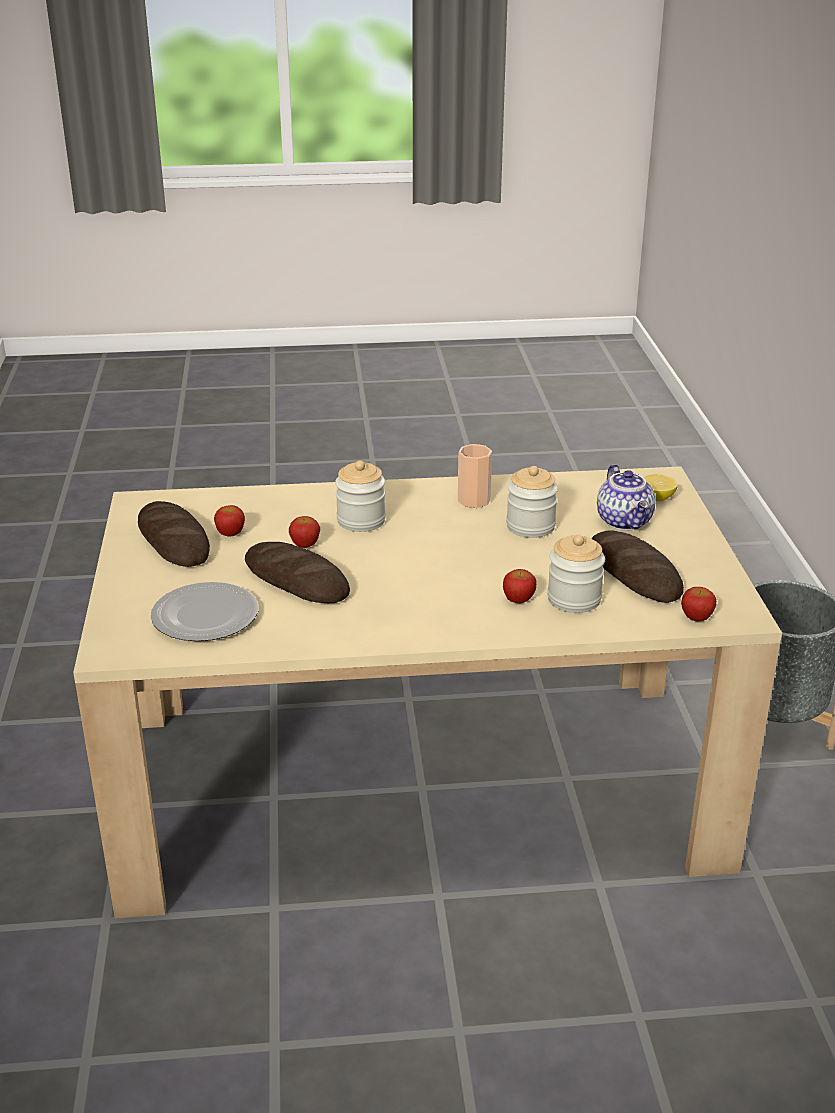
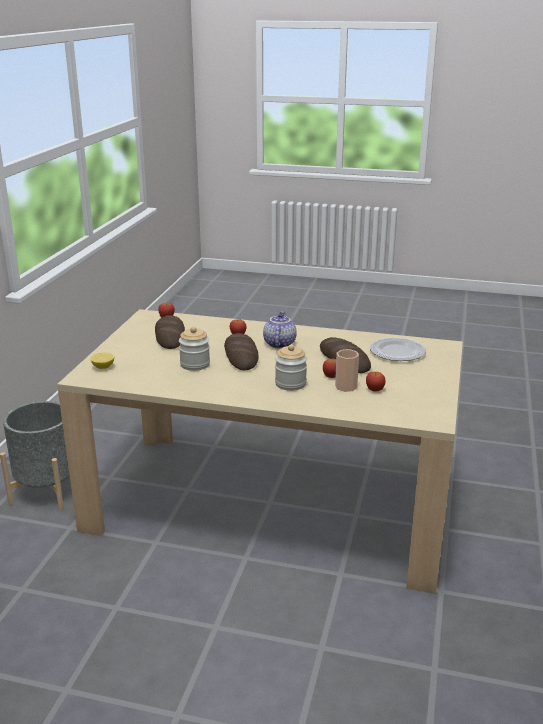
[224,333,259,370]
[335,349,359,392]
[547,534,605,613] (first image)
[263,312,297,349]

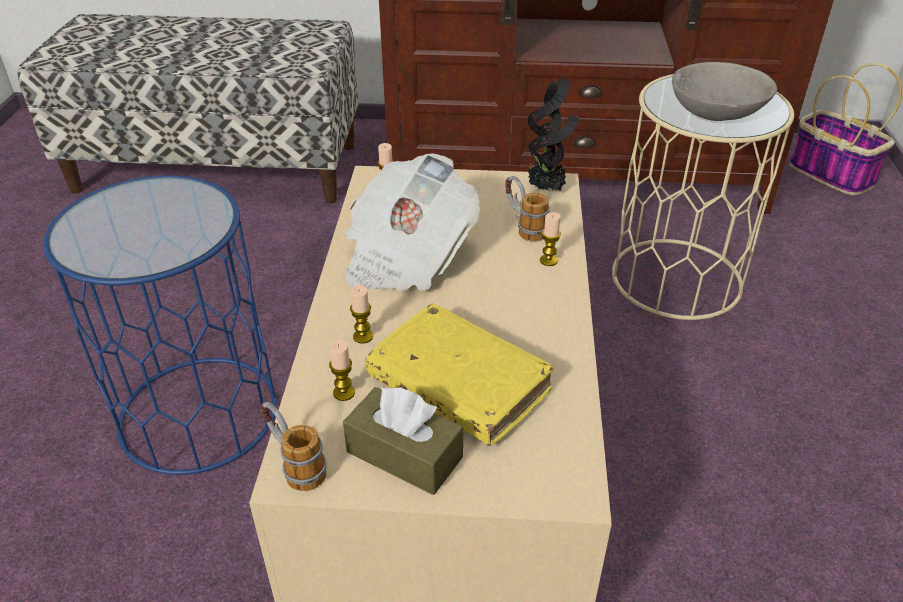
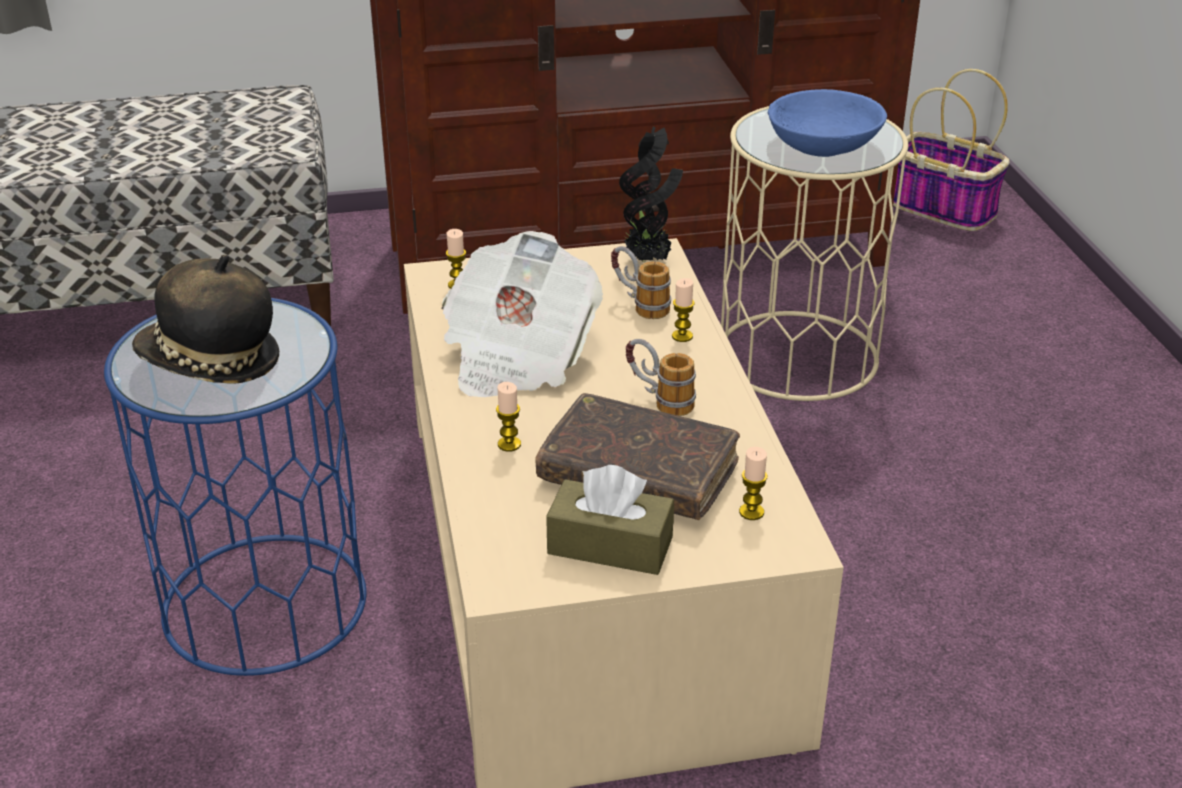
[626,339,696,416]
[739,447,768,520]
[535,393,740,520]
[768,89,887,157]
[132,255,279,384]

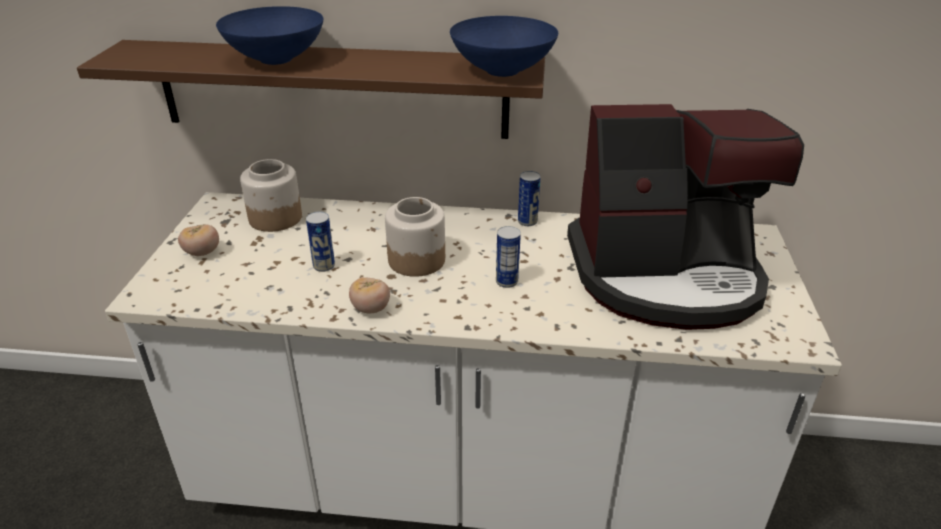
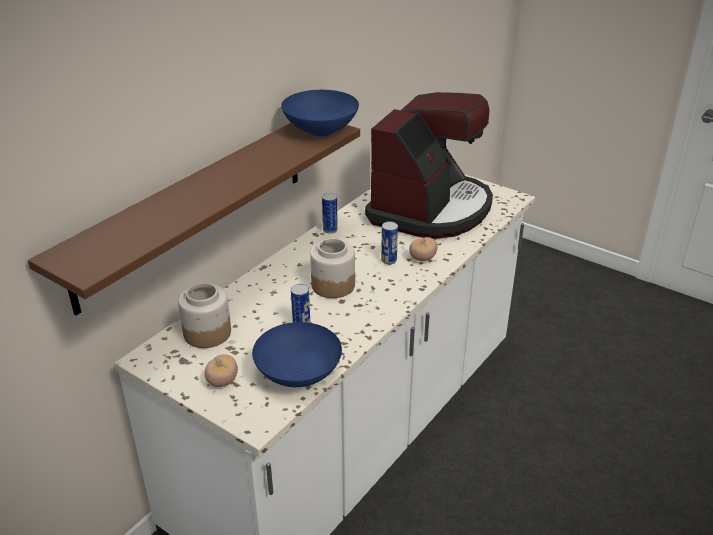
[252,322,342,387]
[409,237,437,261]

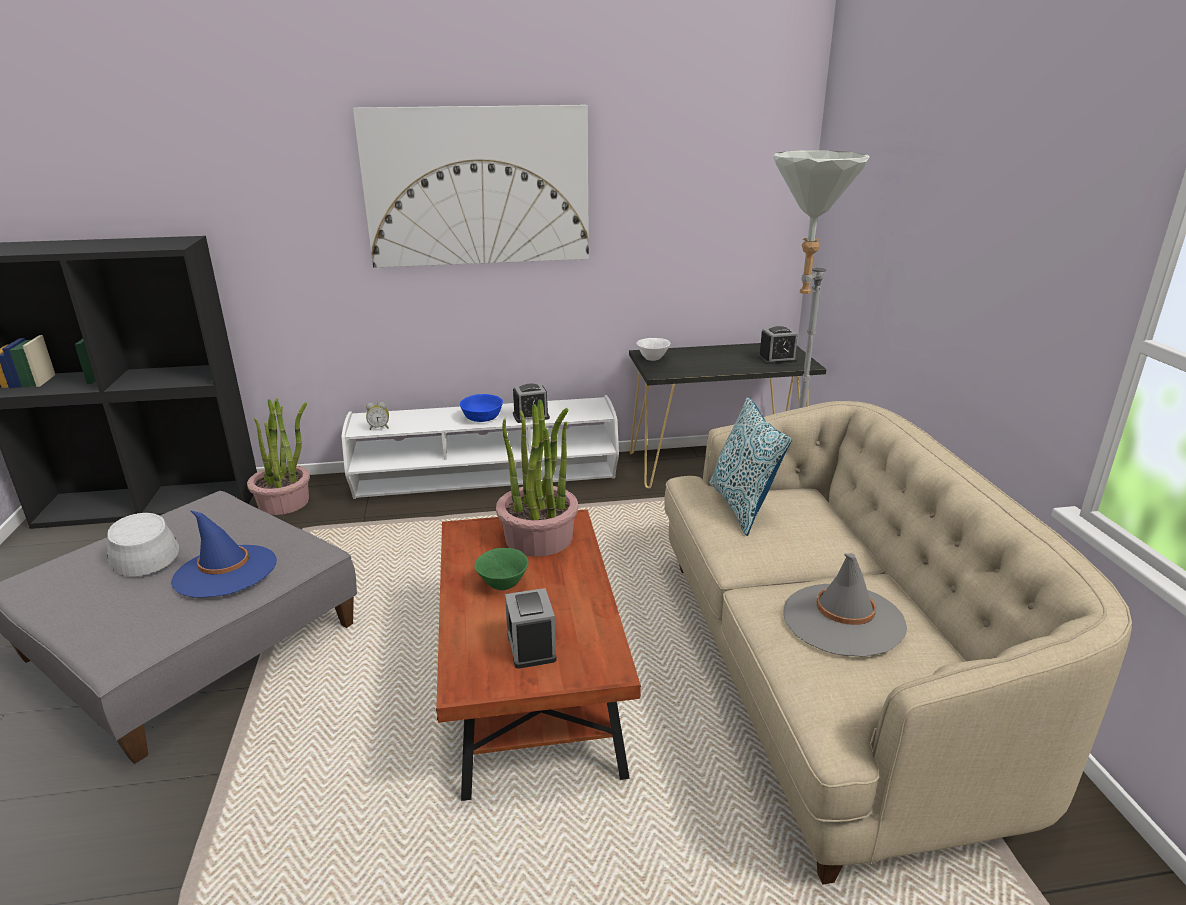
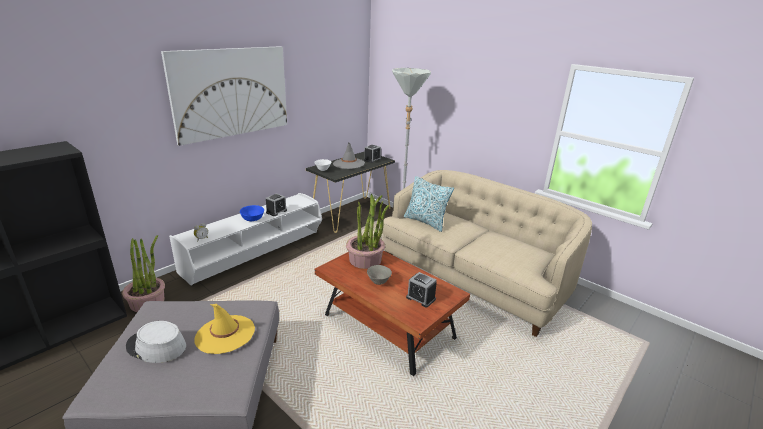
[194,304,255,354]
[367,265,392,285]
[333,142,365,169]

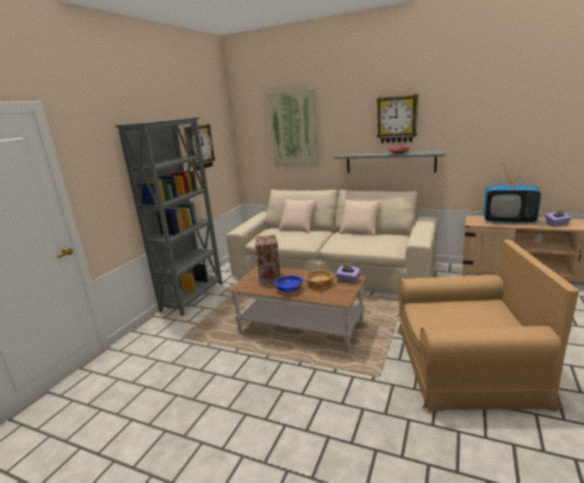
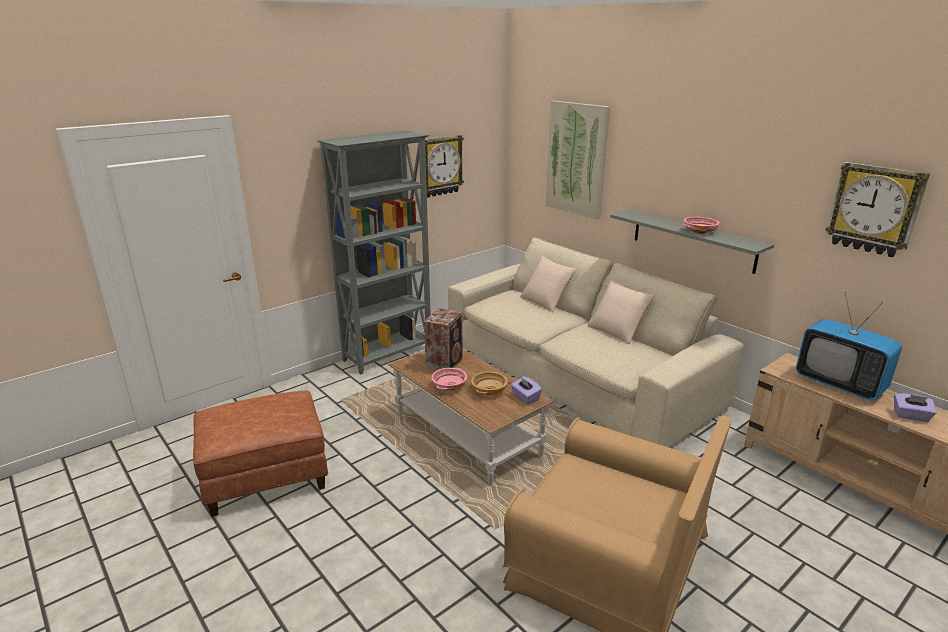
[431,368,467,391]
[826,162,930,257]
[193,390,328,517]

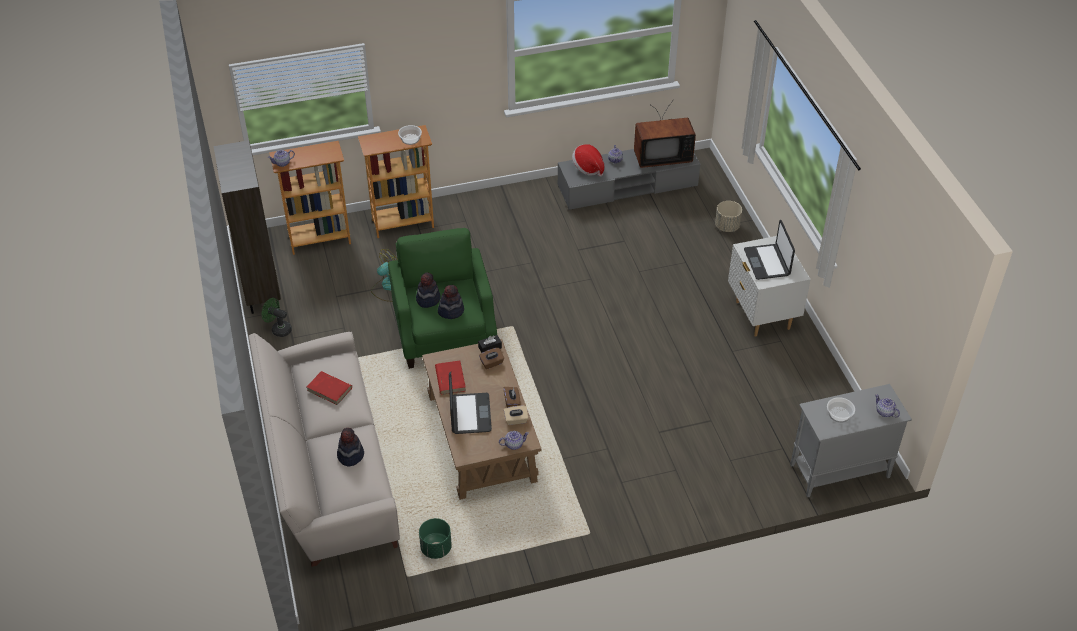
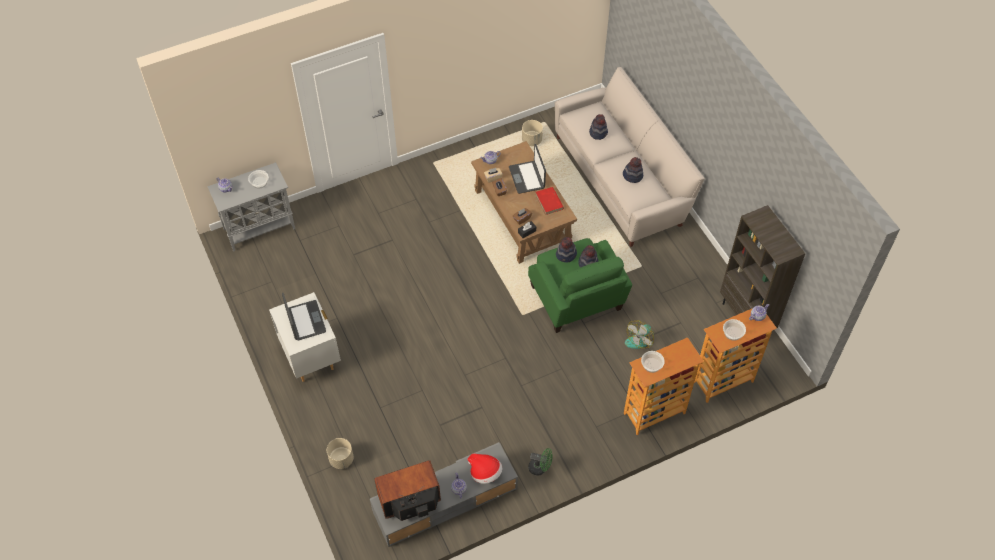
[528,448,553,475]
[623,157,643,183]
[522,120,543,146]
[723,319,746,341]

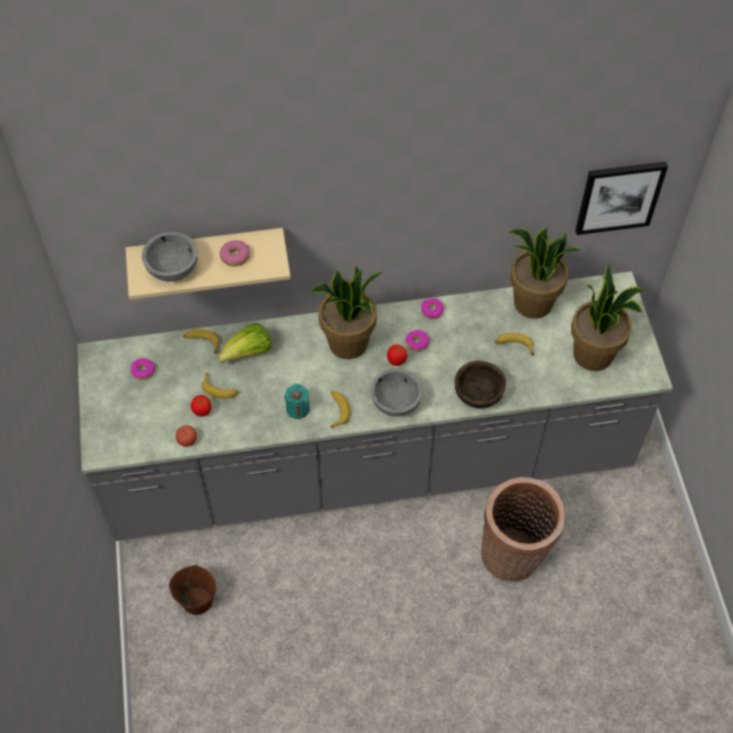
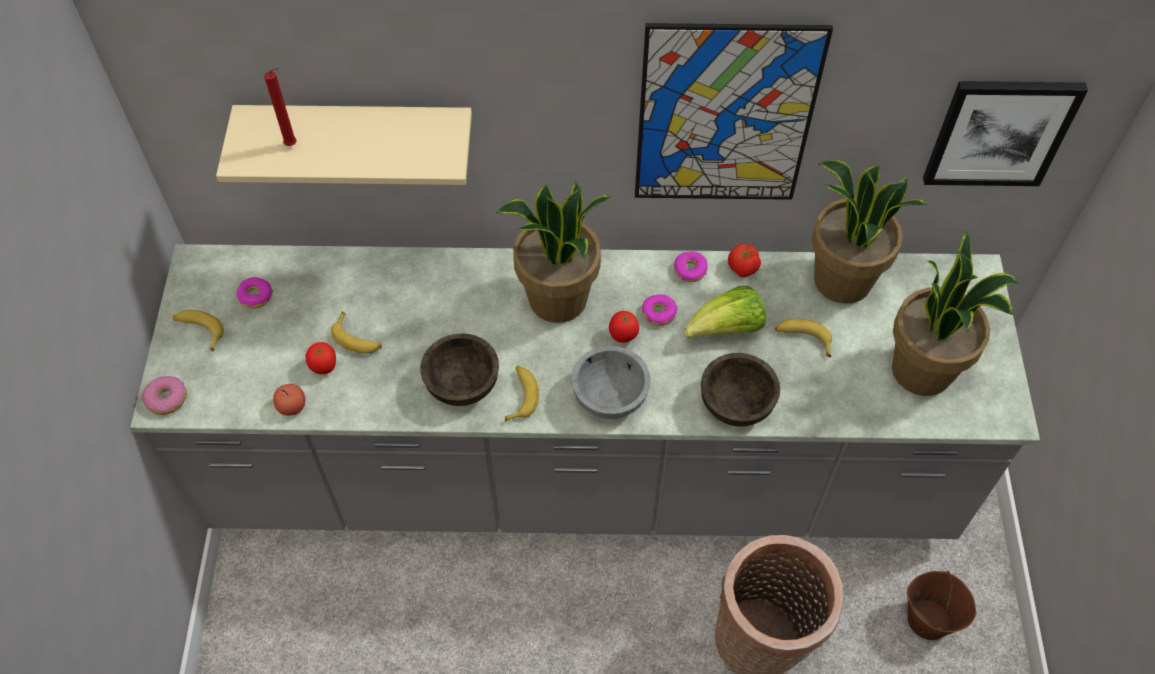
[264,68,297,146]
[907,571,976,640]
[173,310,224,352]
[684,285,766,338]
[142,376,187,415]
[420,333,499,406]
[635,23,833,200]
[728,243,761,277]

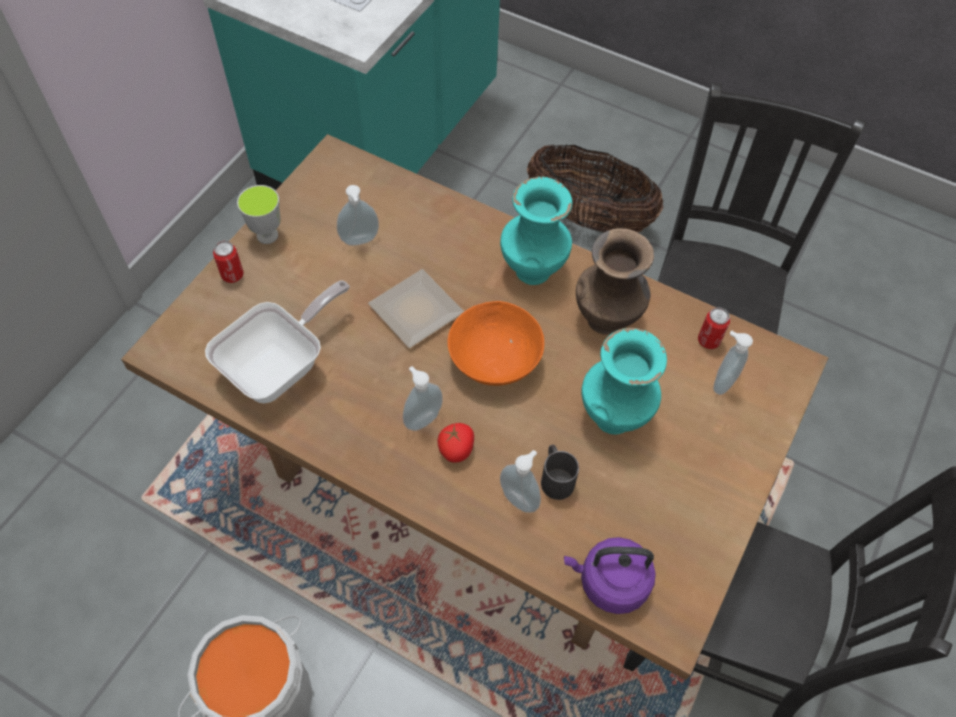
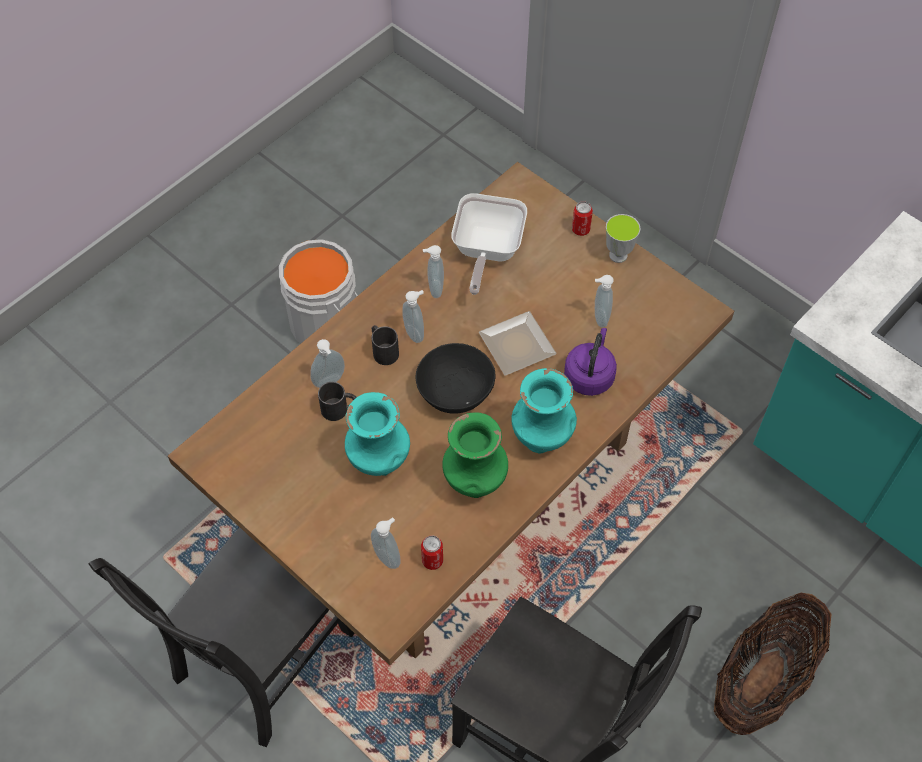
[451,193,527,295]
[372,325,399,365]
[416,343,496,414]
[564,328,617,396]
[442,412,508,498]
[423,245,444,298]

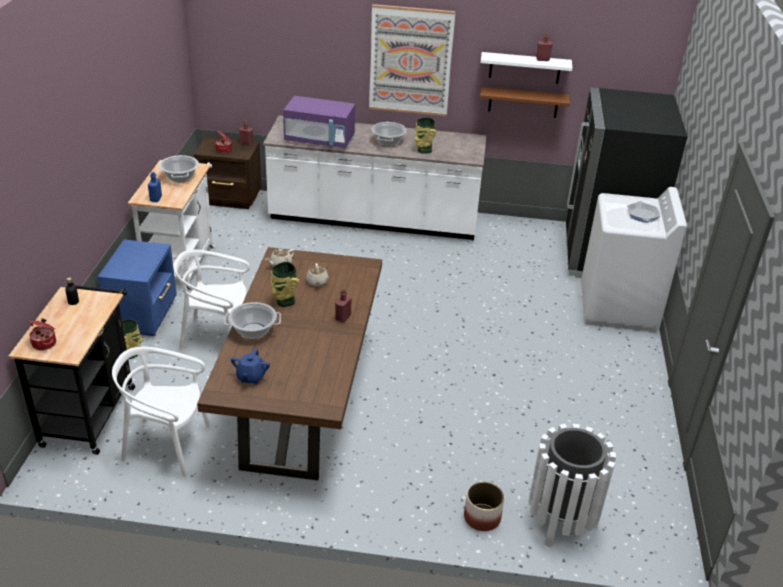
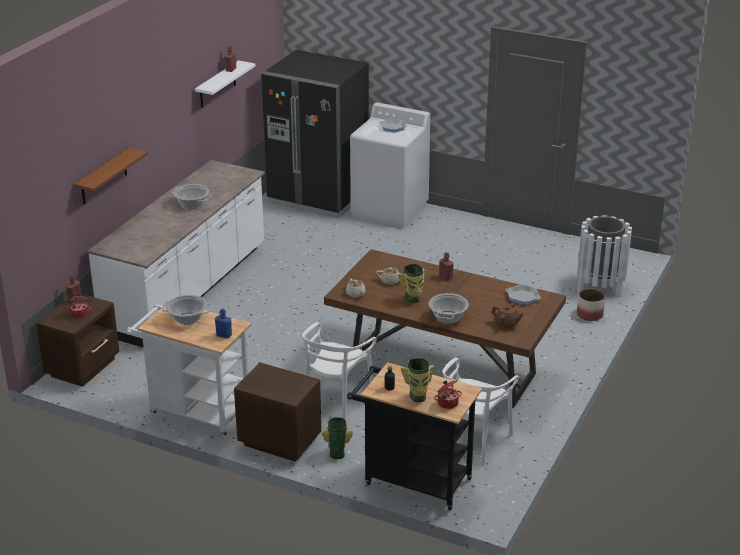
[234,362,321,461]
[491,303,524,330]
[283,96,355,148] (first image)
[369,4,455,116] (first image)
[401,358,434,402]
[74,147,148,204]
[506,284,541,305]

